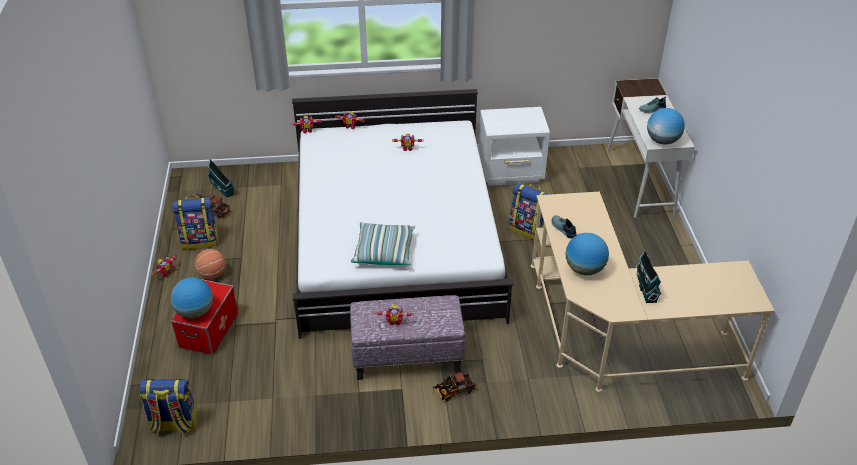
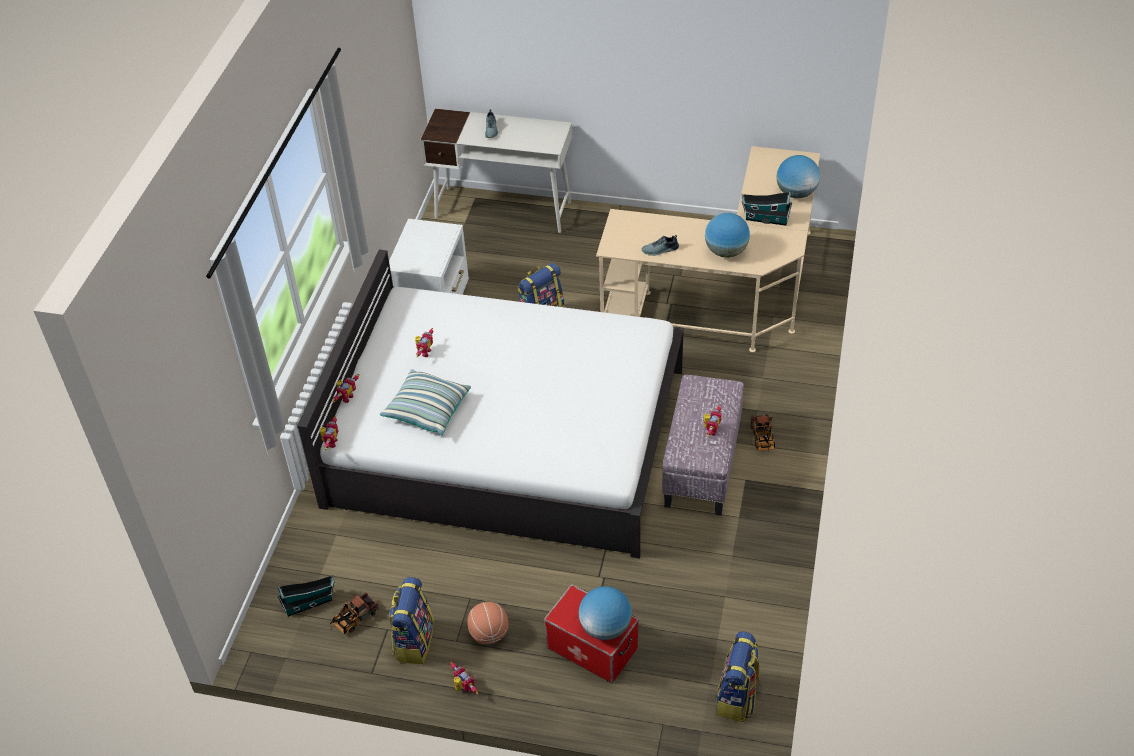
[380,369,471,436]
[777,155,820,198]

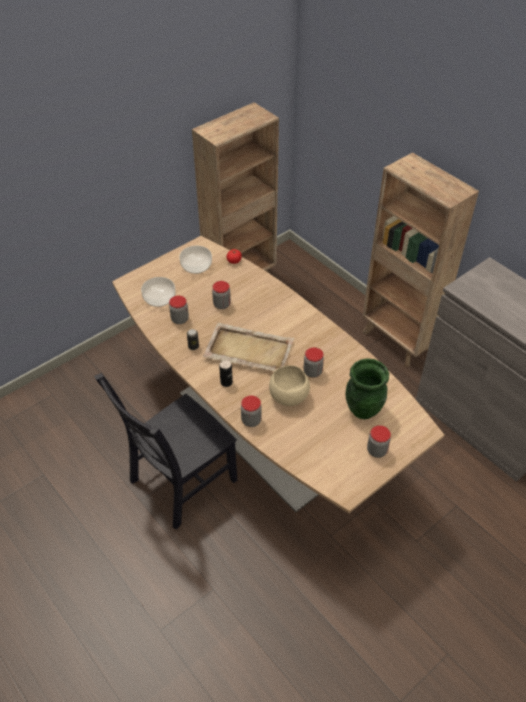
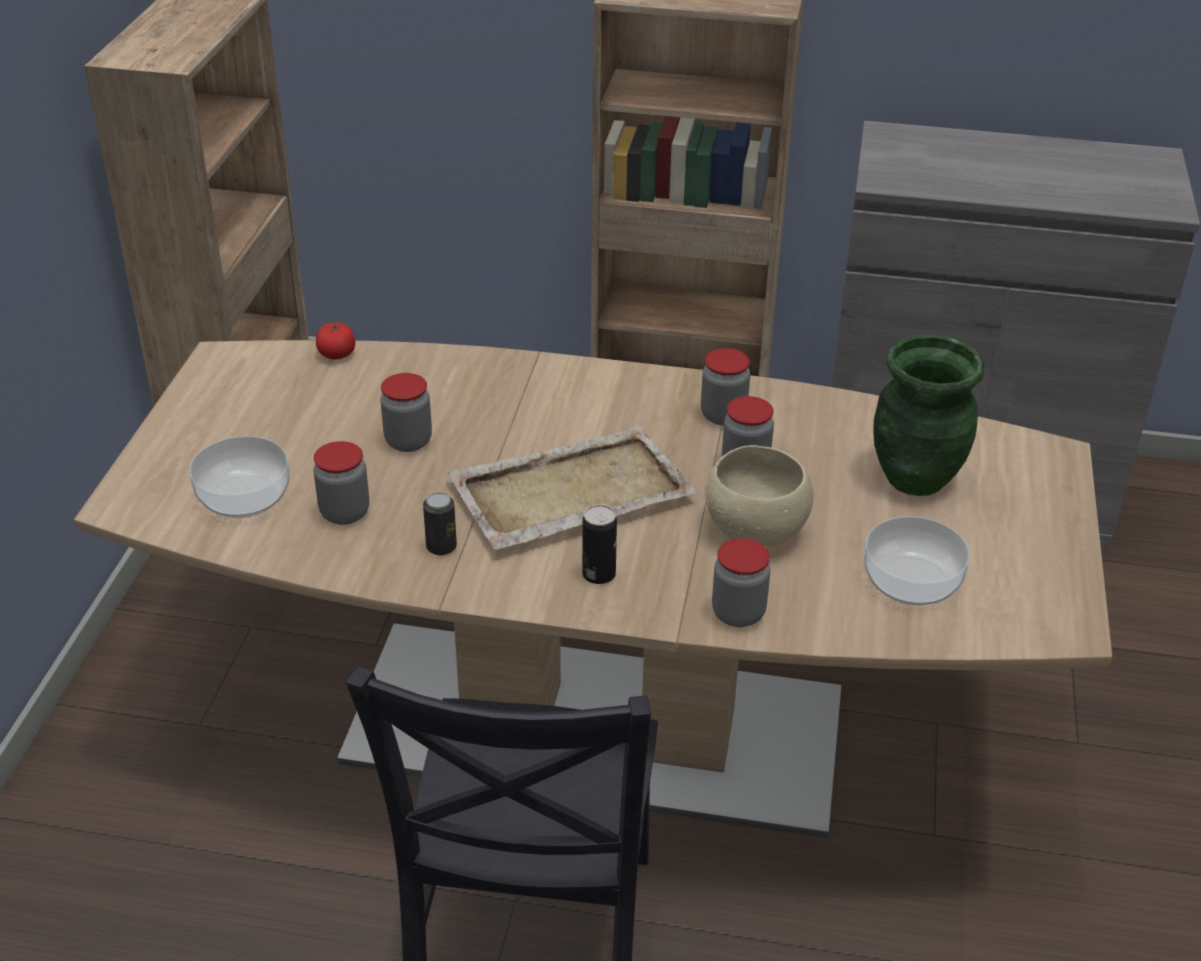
[864,516,970,606]
[701,348,750,425]

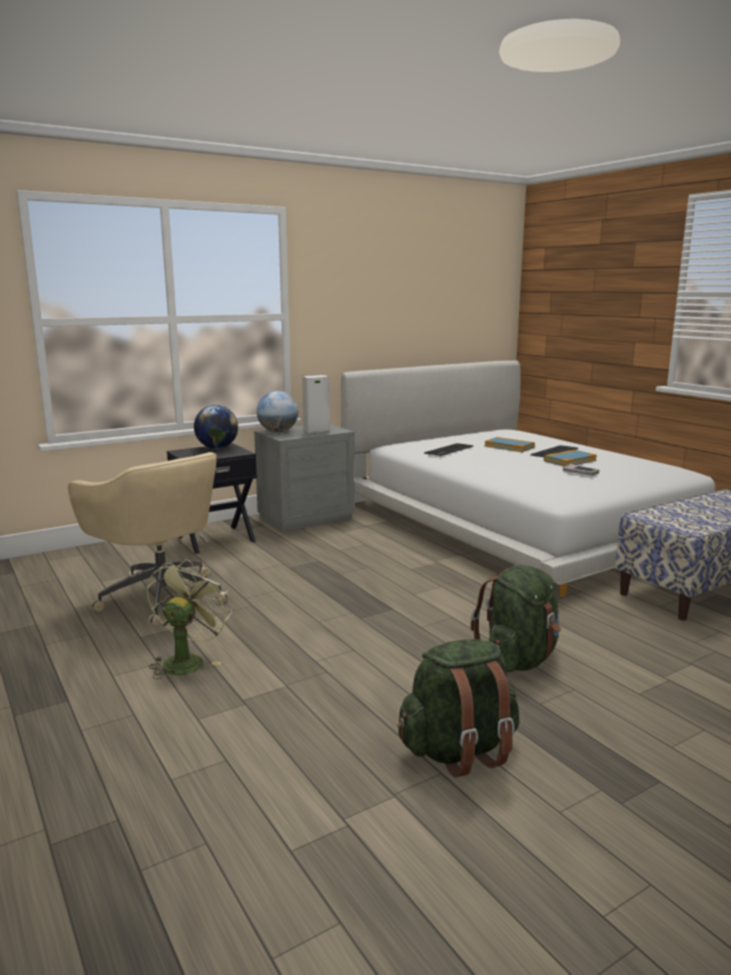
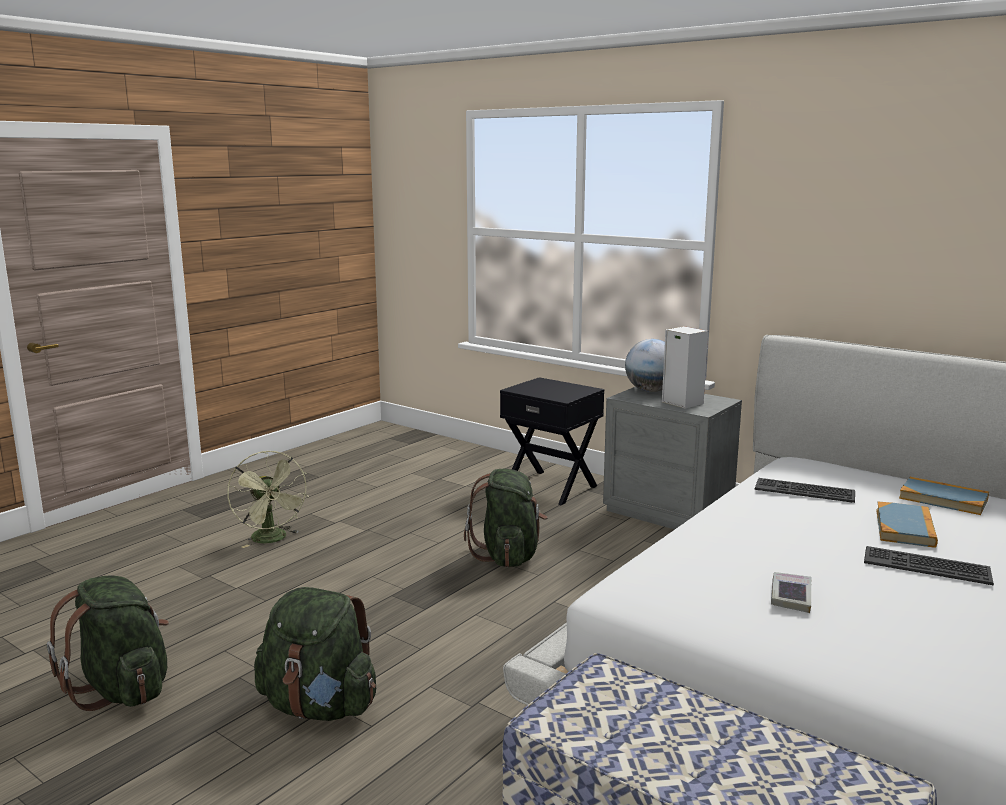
[68,452,228,626] (first image)
[227,451,309,548]
[194,405,238,449] (first image)
[899,477,989,515]
[464,469,548,567]

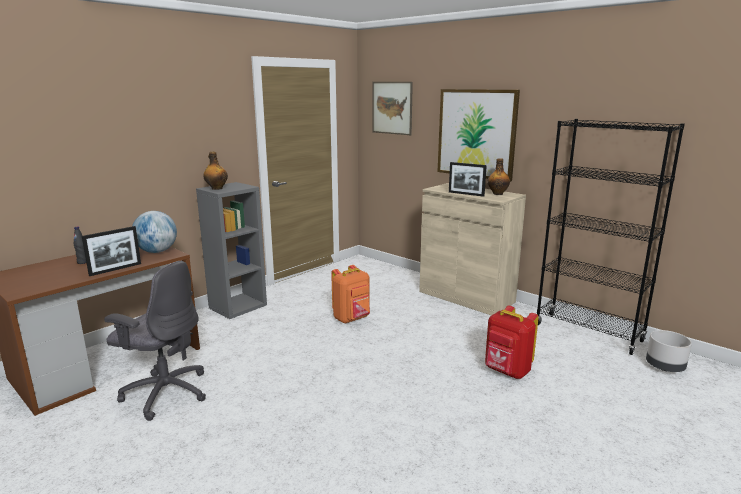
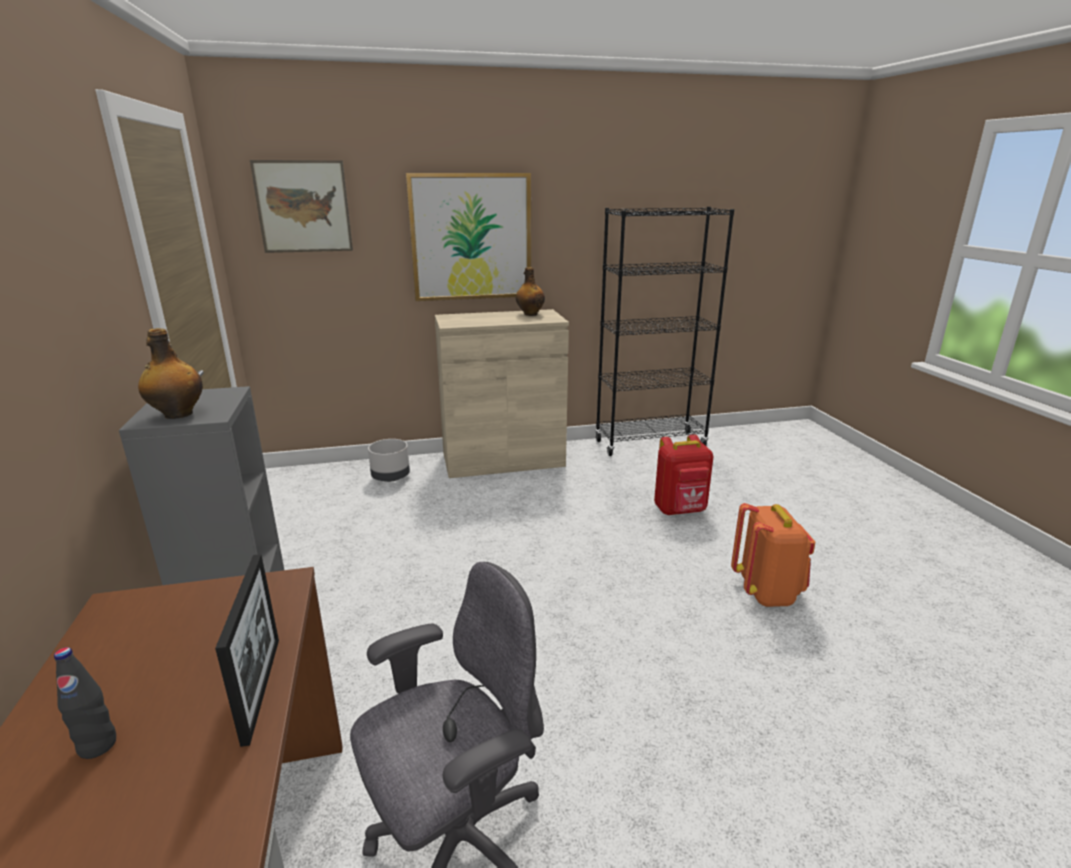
[132,211,177,253] (first image)
[731,503,815,607]
[449,162,487,197] (first image)
[368,439,410,482]

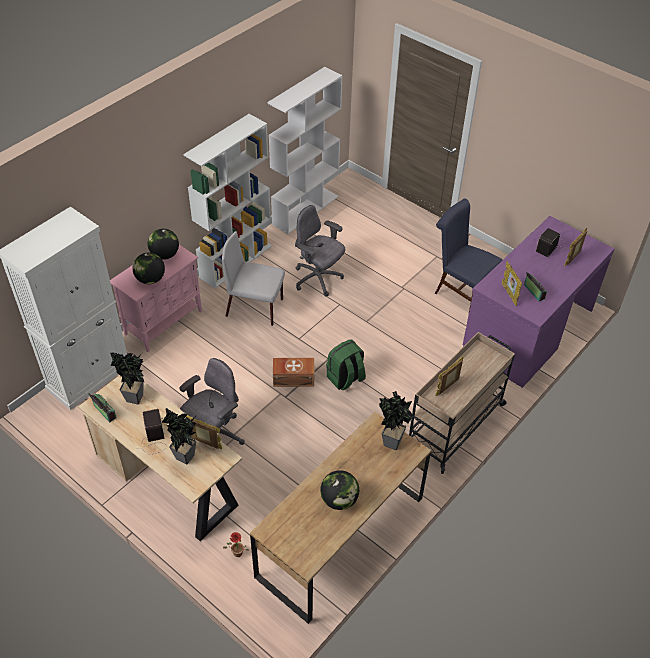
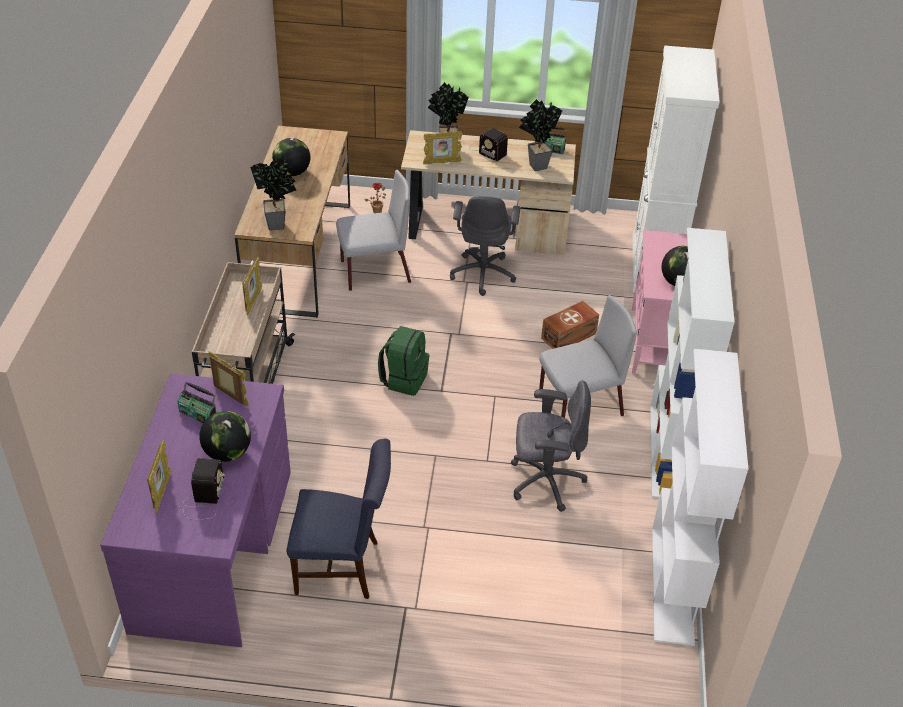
[199,411,251,462]
[541,301,599,349]
[336,170,411,291]

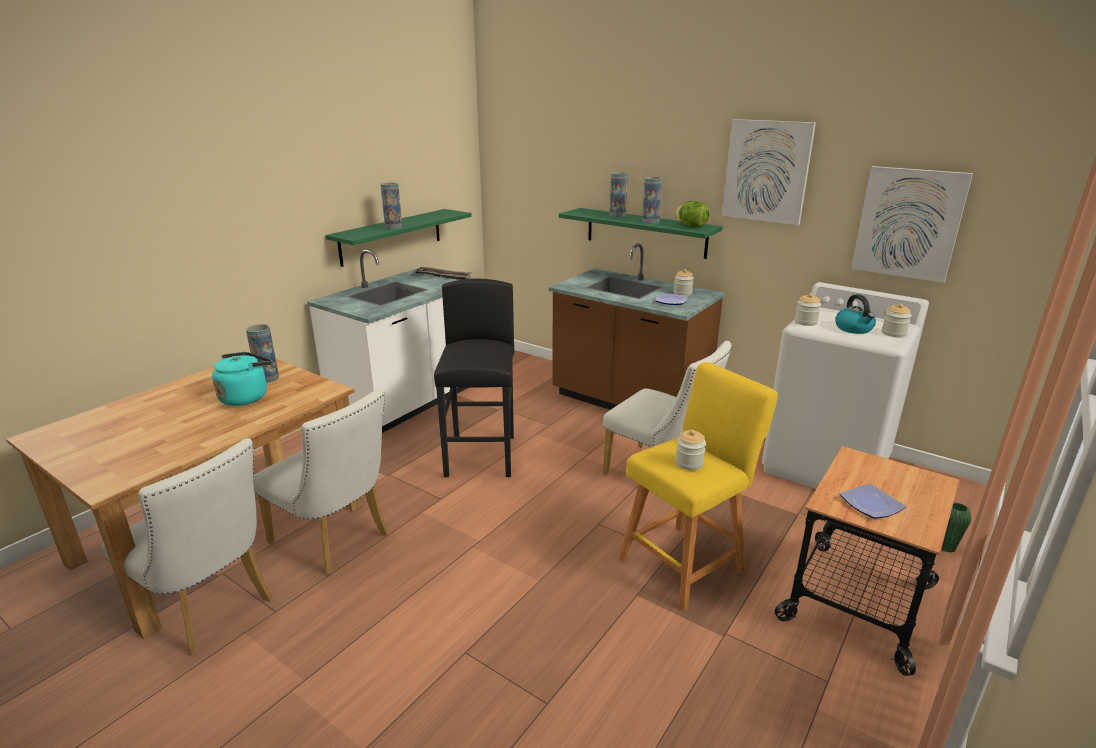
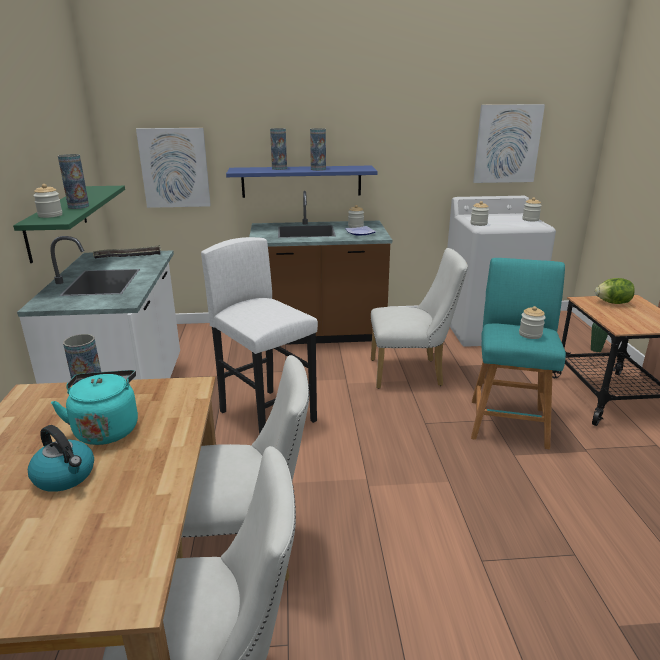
[201,237,318,434]
[226,166,378,198]
[471,258,566,449]
[595,278,635,304]
[136,128,211,208]
[28,425,94,492]
[840,484,906,519] (first image)
[33,184,62,218]

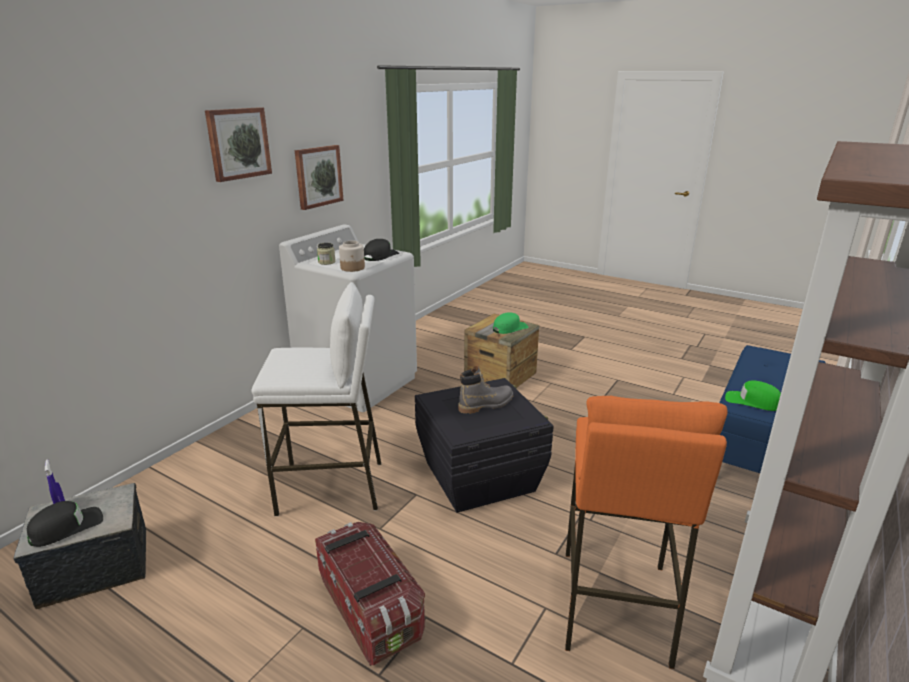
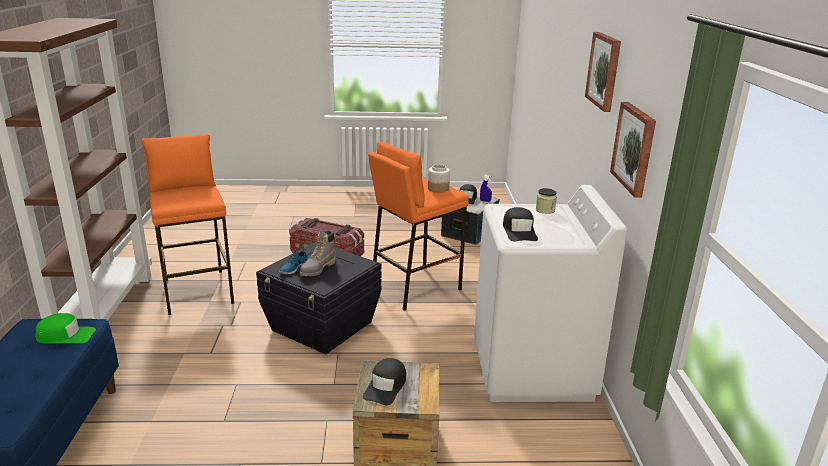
[368,142,469,311]
[428,164,450,193]
[363,358,406,406]
[279,248,308,274]

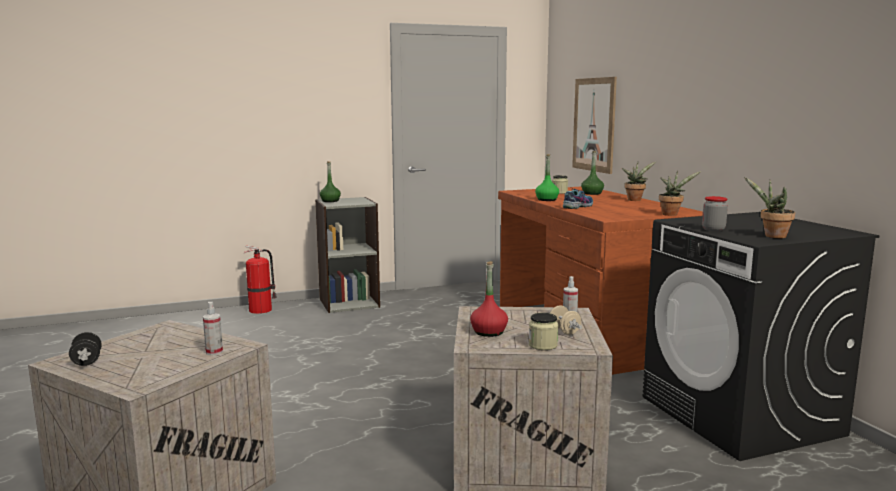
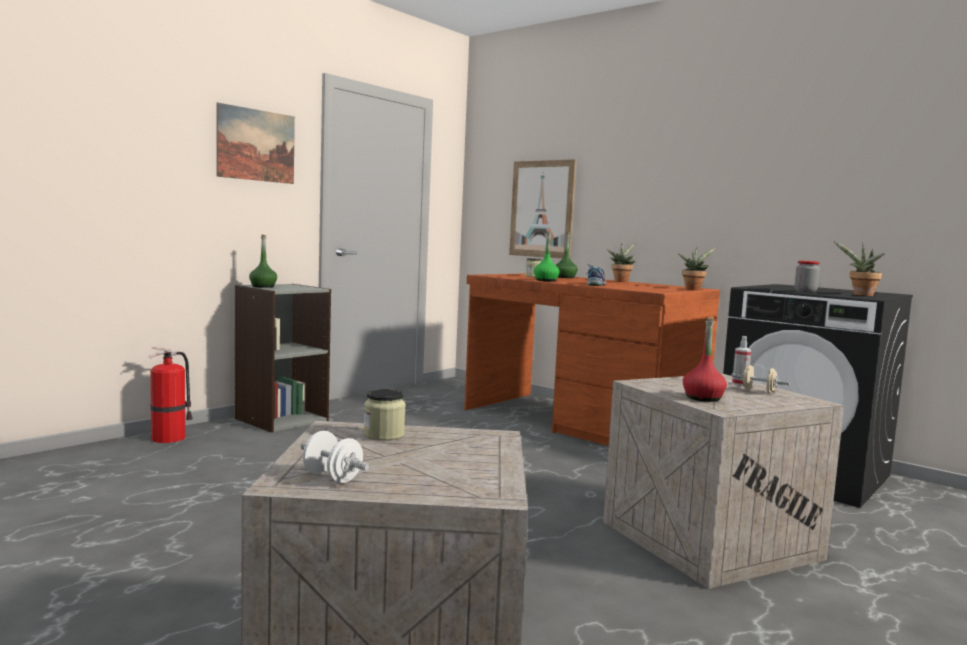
[301,431,369,483]
[203,302,223,355] (first image)
[364,389,405,441]
[216,103,295,184]

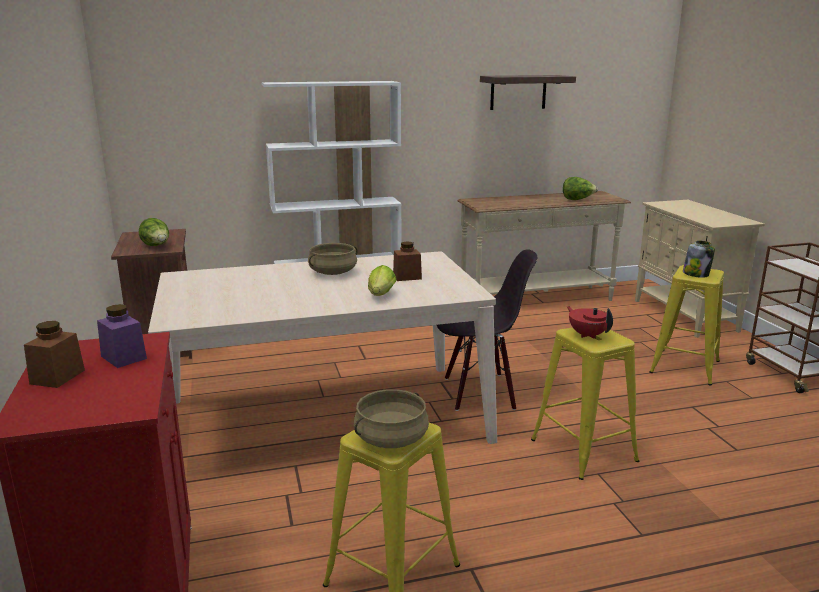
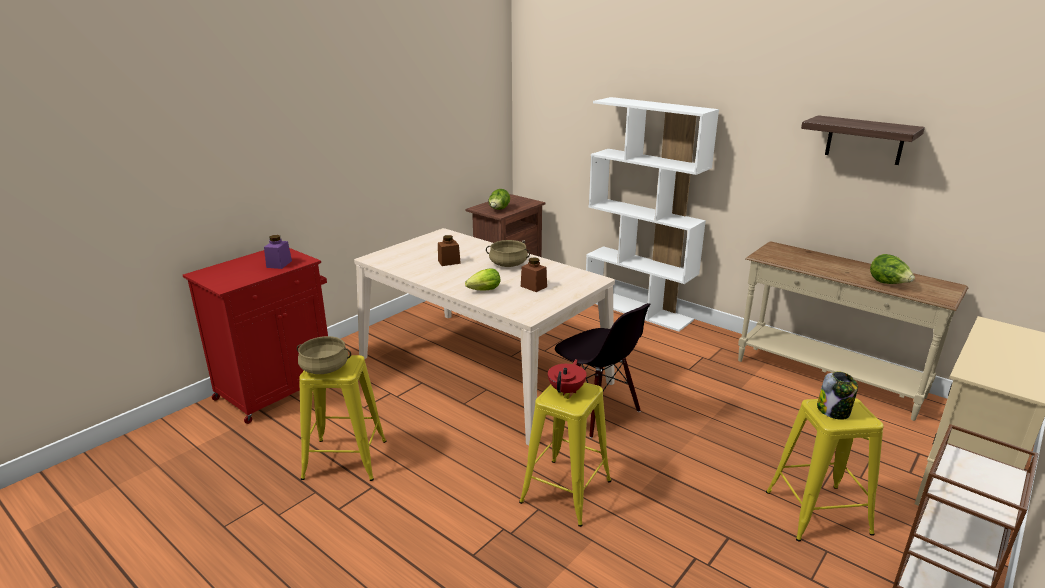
[438,235,461,266]

